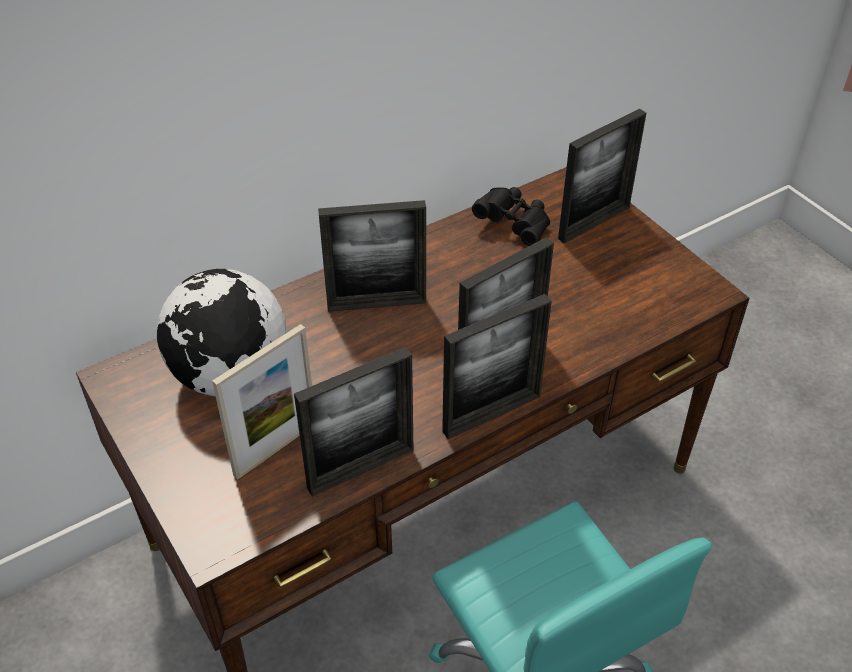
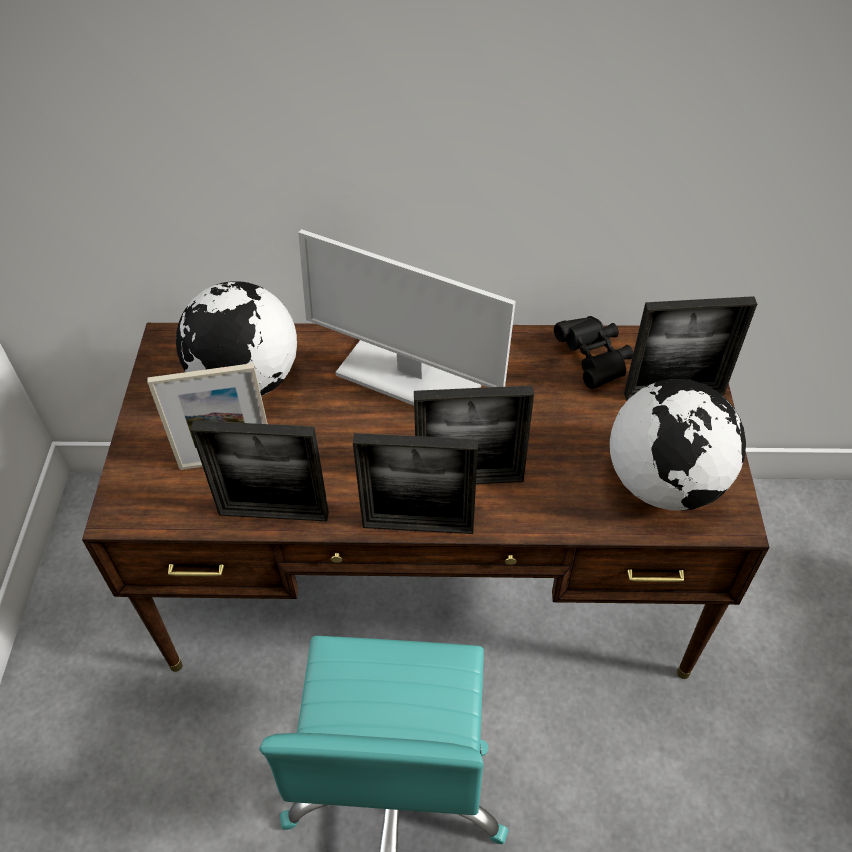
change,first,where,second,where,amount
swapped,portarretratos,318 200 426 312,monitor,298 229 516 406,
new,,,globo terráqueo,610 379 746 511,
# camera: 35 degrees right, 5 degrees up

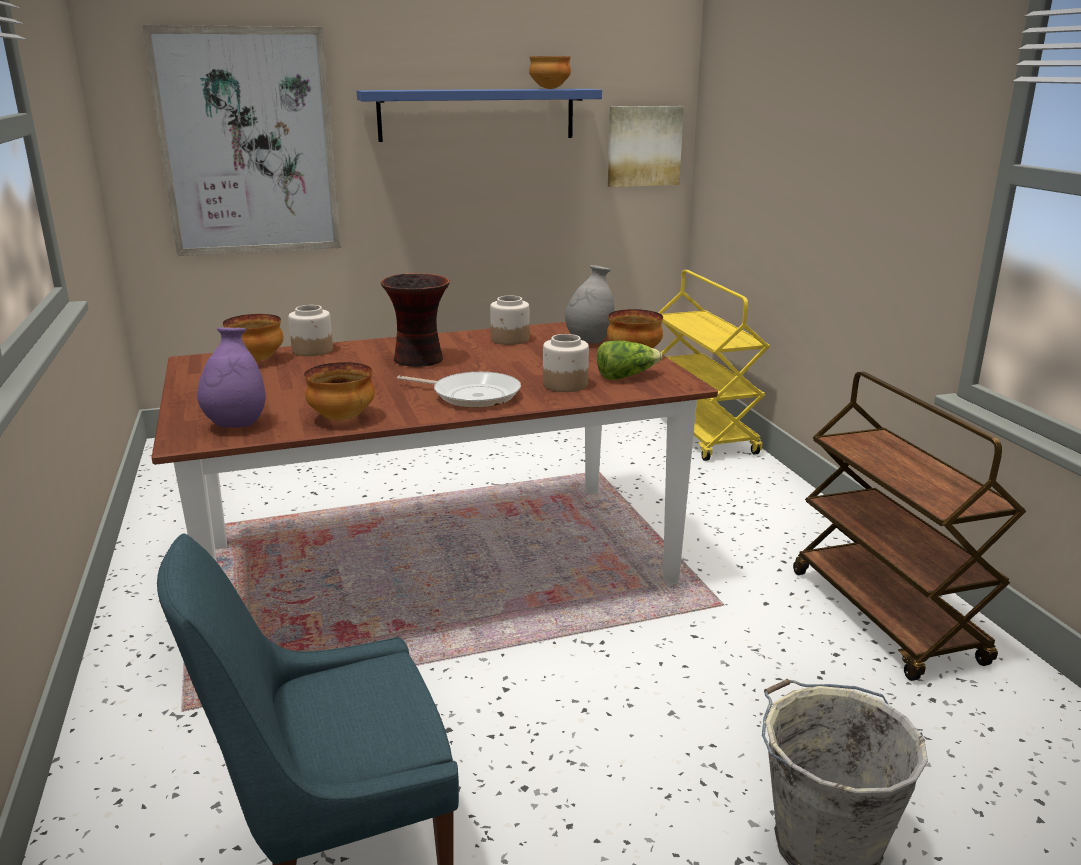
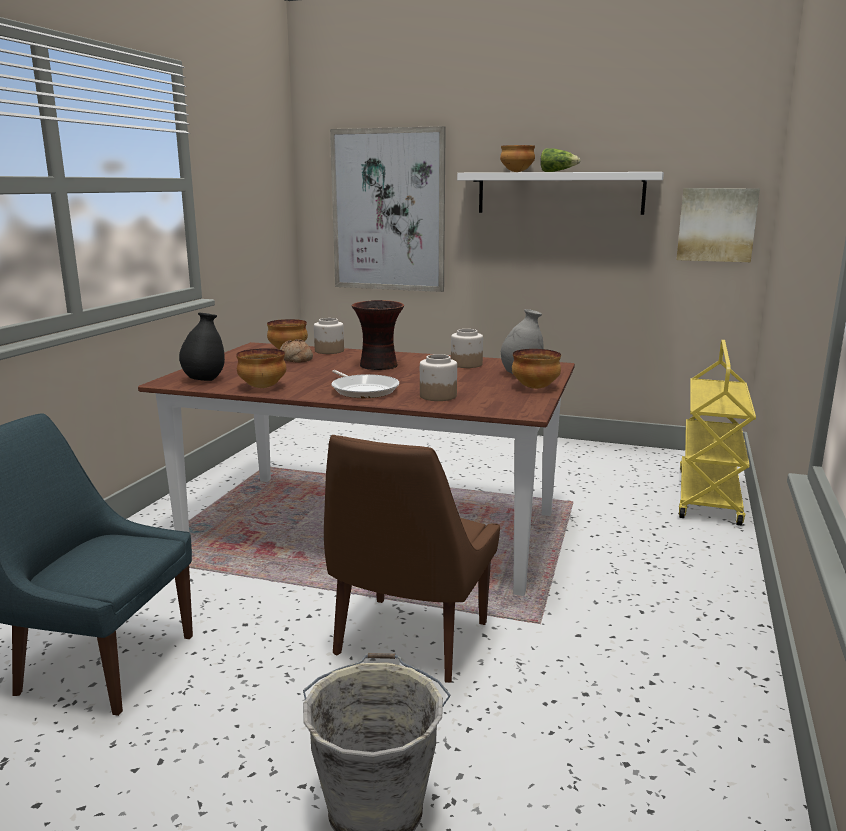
change,first,where,second,where,amount
repainted,florero [morado],197 327 266 428,florero [negro],179 313 225 381,
new,,,pan,280 339 313 363,
new,,,silla [marrón],324 435 500 683,
repainted,estante [azul],357 89 602 142,estante [blanco],457 172 664 215,
shifted,cuenco,529 56 571 89,,500 145 535 172,
shifted,lechuga,597 341 662 380,,540 148 581 172,
gone,carrito [marrón],793 372 1026 681,,,
# camera: 35 degrees right, 5 degrees down

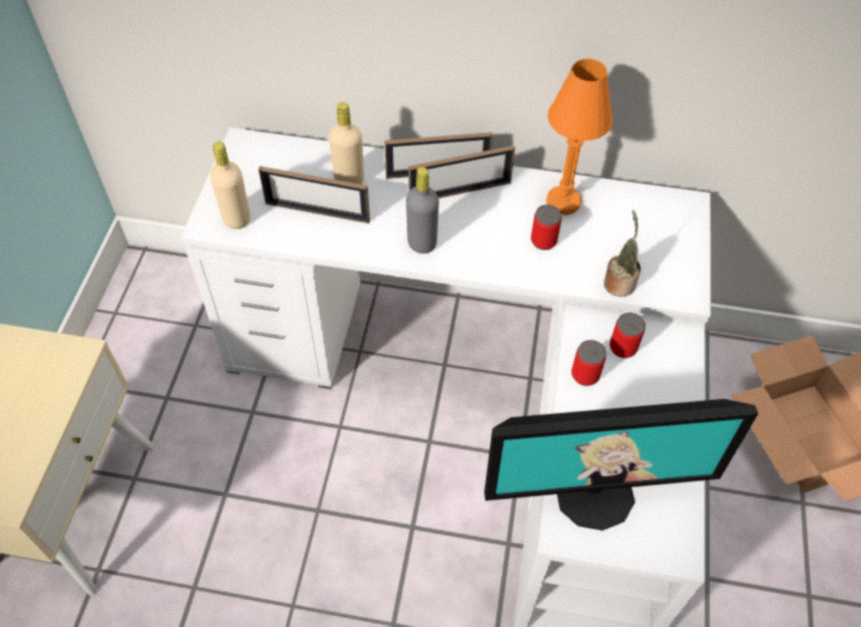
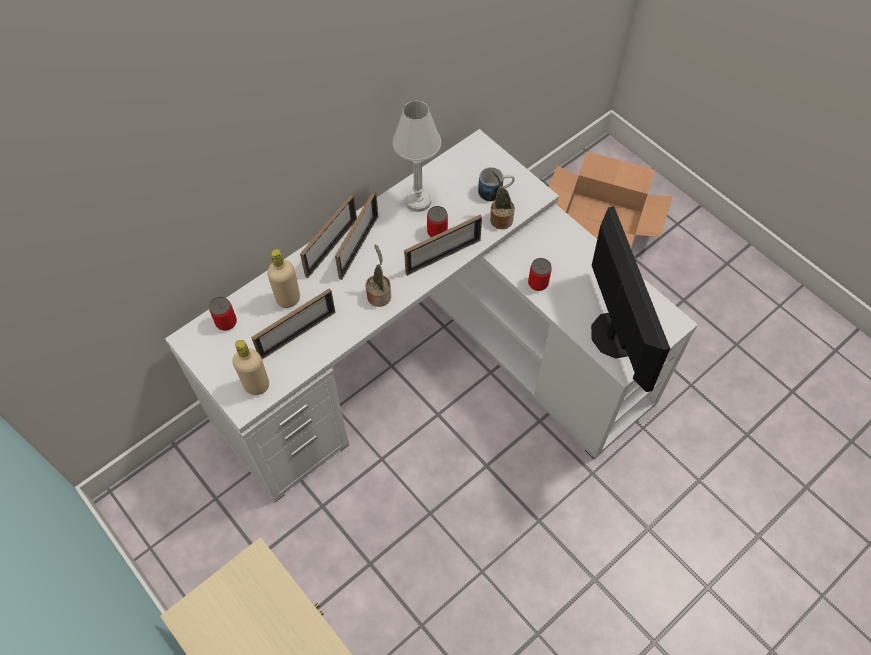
change,first,where,second,where,amount
shifted,lata,610 313 645 358,,209 297 237 331,
swapped,botella [gris],406 167 439 254,planta en maceta,365 244 391 307,
repainted,lámpara de mesa [naranja],546 59 613 215,lámpara de mesa [blanco],393 101 441 212,
new,,,portarretratos,404 215 482 276,
new,,,taza grande,478 167 515 201,
rotated,monitor,484 399 758 531,,591 206 670 392,45 degrees counterclockwise
# camera: 50 degrees left, 5 degrees up

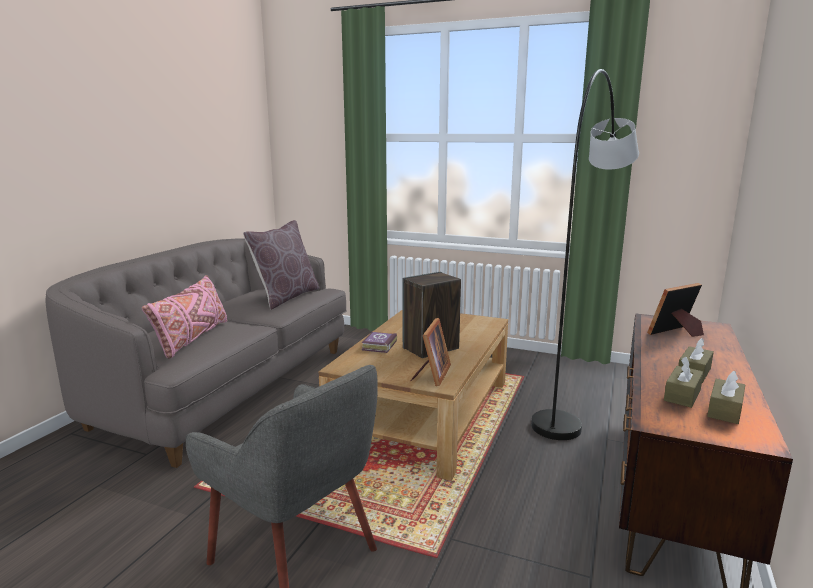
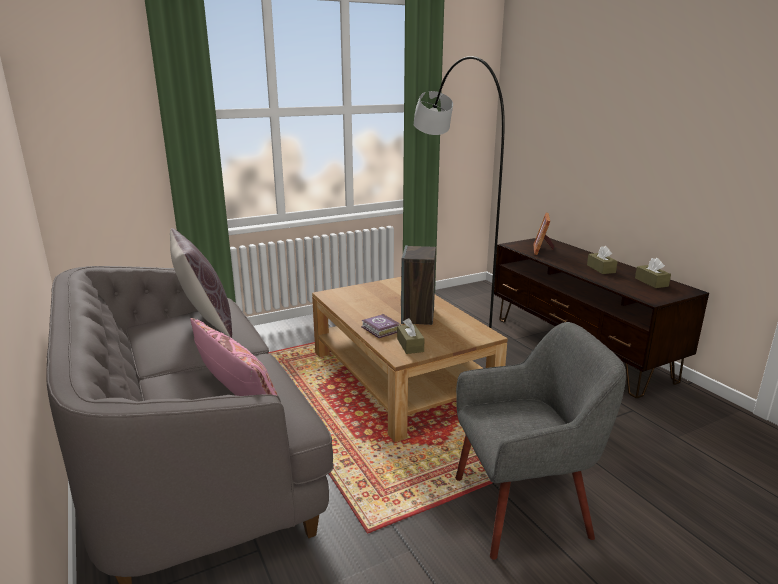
change,first,where,second,where,amount
shifted,caja de pañuelos [marrón],664 357 704 408,,397 318 424 354,
gone,portarretratos,410 318 451 386,,,
# camera: 50 degrees left, 5 degrees up

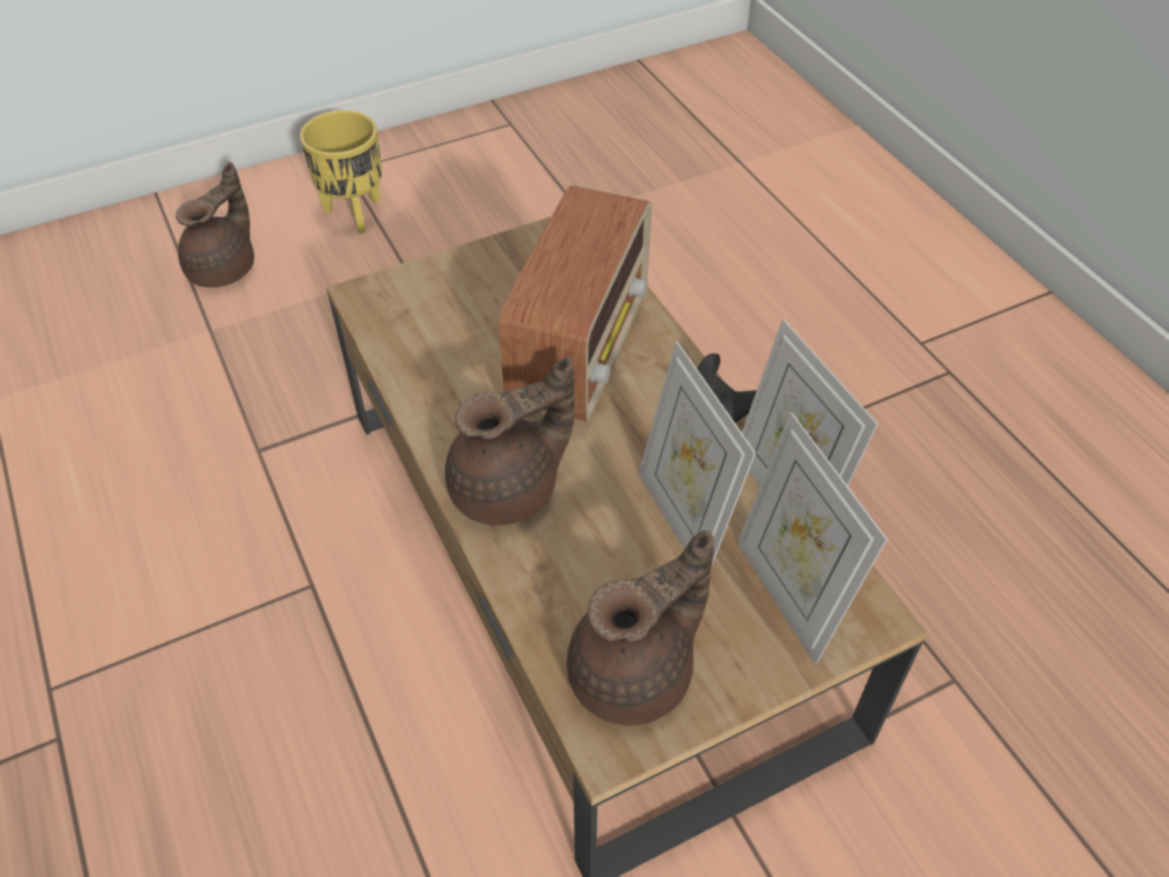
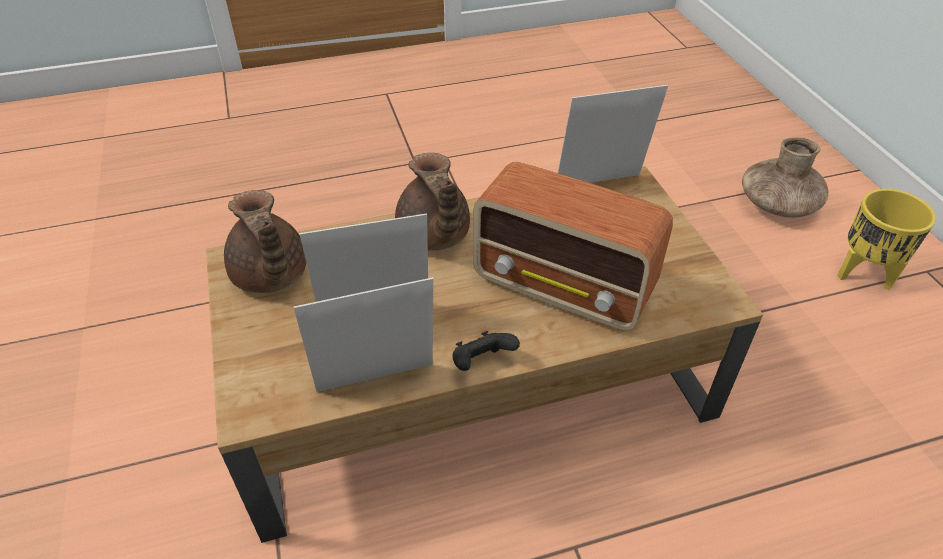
change,first,where,second,where,amount
shifted,portarretratos,737 412 887 664,,558 85 668 183,
swapped,tetera [marrón],176 162 254 288,florero [marrón],742 137 828 218,
# camera: 100 degrees right, 5 degrees down

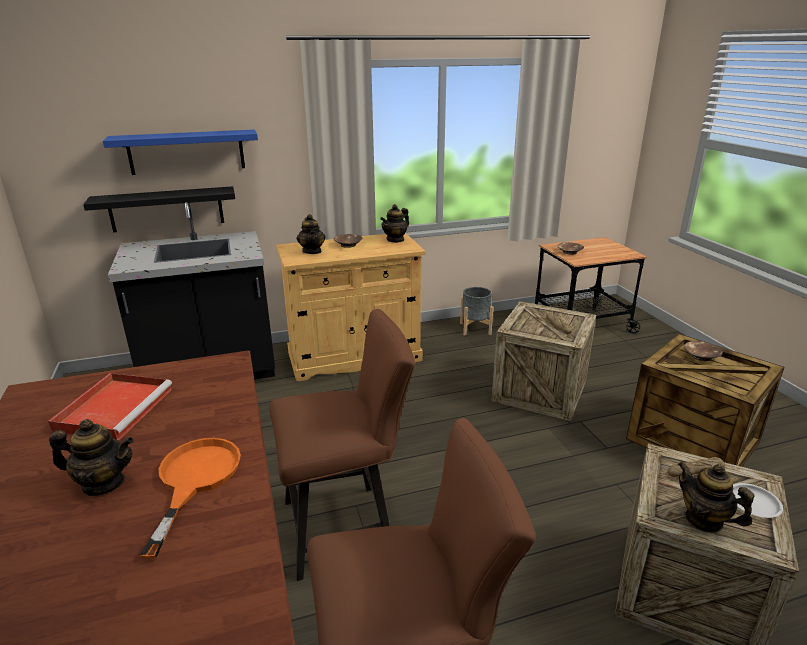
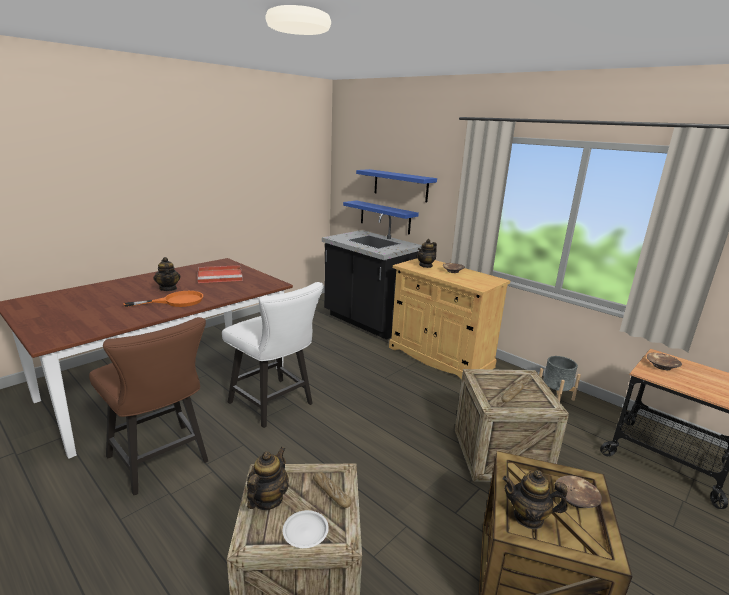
change,first,where,second,where,amount
repainted,silla [marrón],269 309 415 581,silla [blanco],222 282 324 428,
repainted,estante [negro],83 186 235 232,estante [azul],343 200 419 235,
shifted,tetera,380 204 409 243,,502 470 568 529,
# camera: 60 degrees right, 5 degrees down

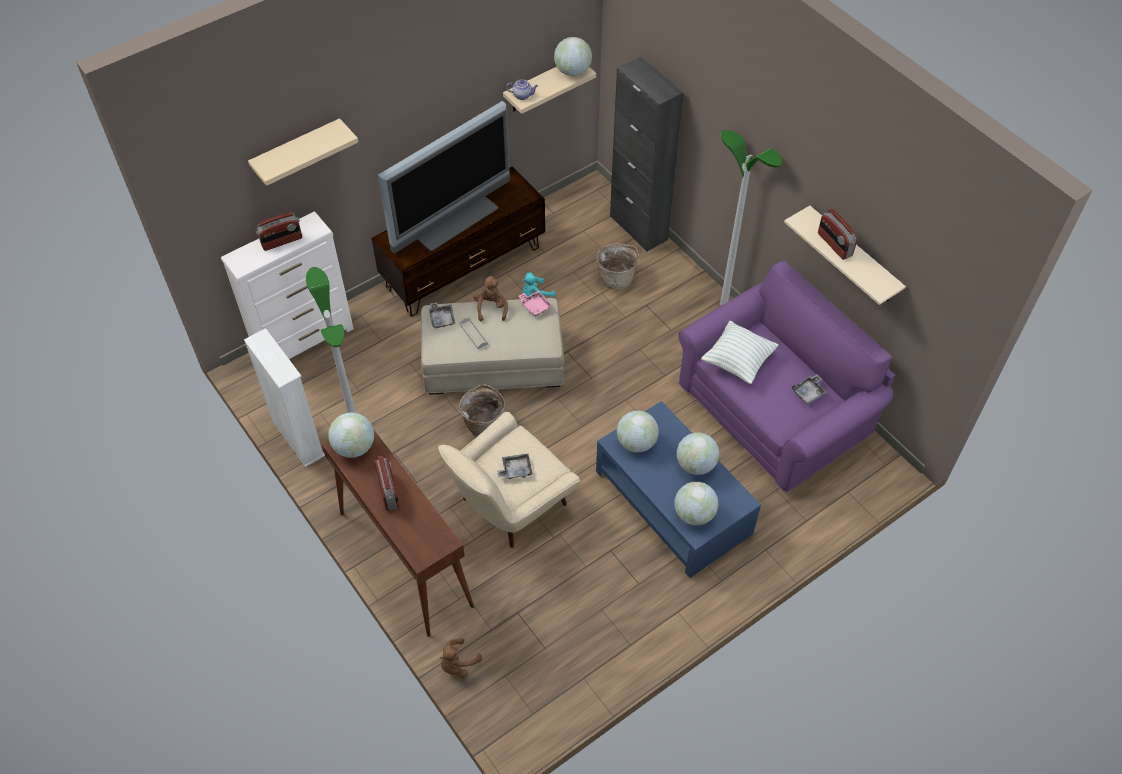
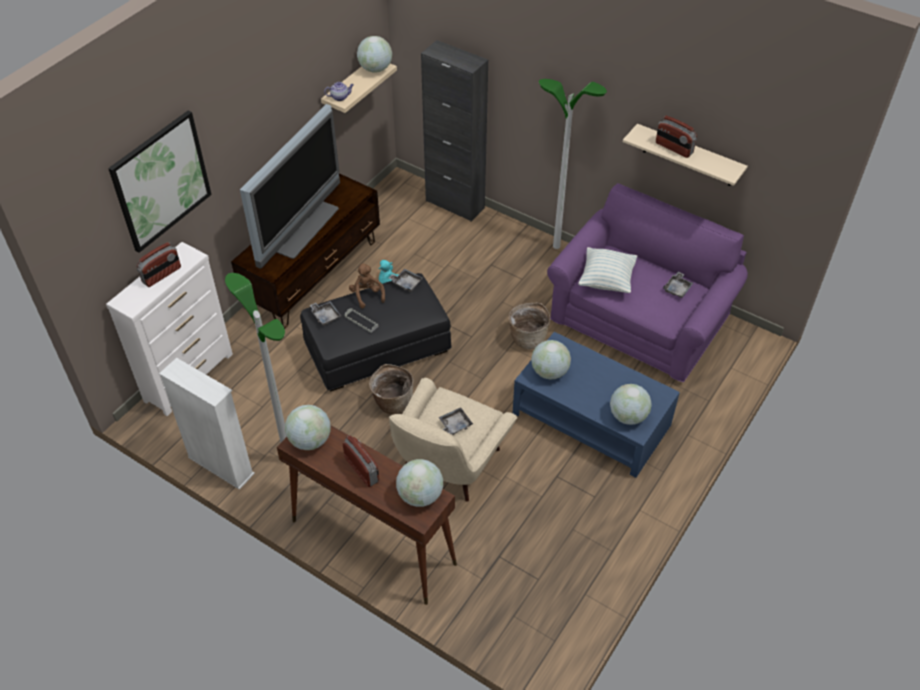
change,first,where,second,where,amount
swapped,estante [beis],248 118 358 186,cuadro,108 111 212 253,
repainted,puf [beis],421 298 564 395,puf [negro],300 273 451 391,
repainted,bandeja [rosa],518 290 553 317,bandeja [gris],389 269 423 292,
shifted,globo terráqueo,677 433 719 475,,396 459 443 507,
shifted,cesta,597 243 639 290,,509 302 550 350,
gone,peluche [marrón],440 638 482 678,,,
# camera: 20 degrees left, 5 degrees down

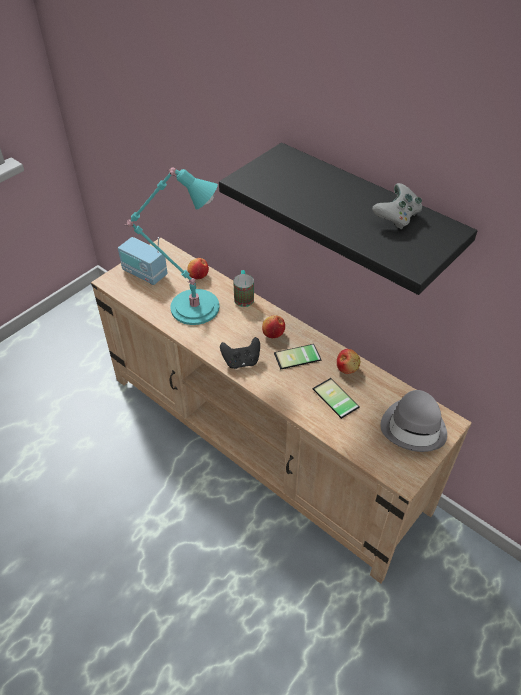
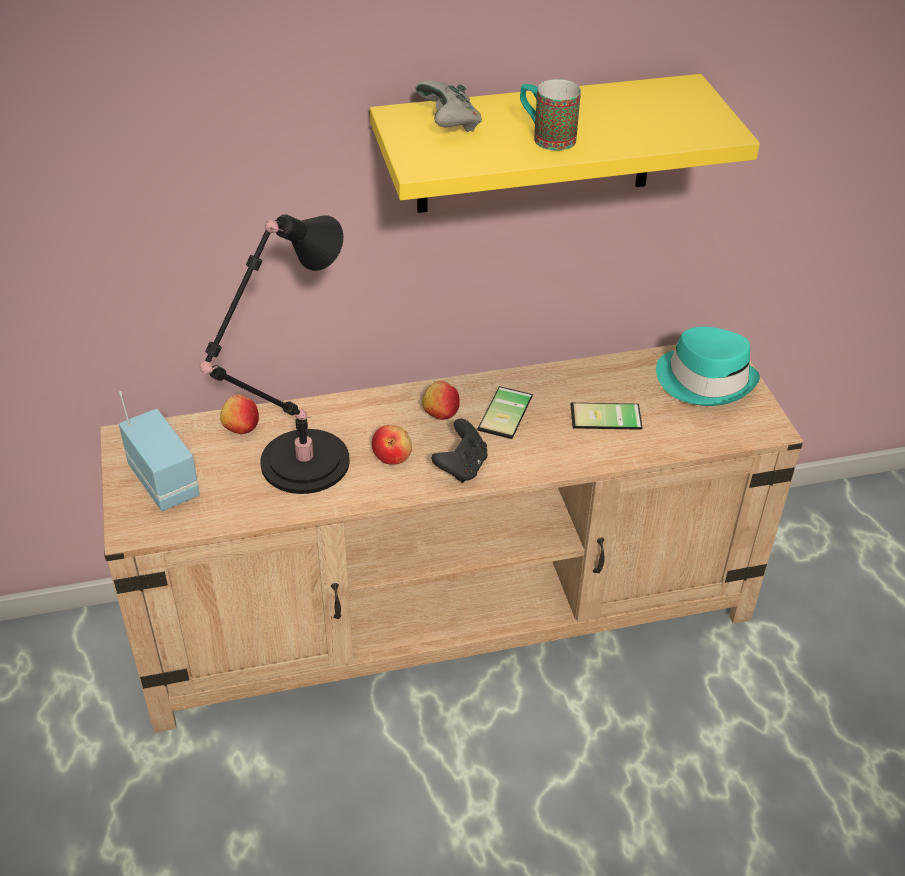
change,first,where,second,where,amount
rotated,radio,118 237 168 285,,119 391 200 511,105 degrees counterclockwise
repainted,lámpara de mesa [turquesa],124 167 219 325,lámpara de mesa [negro],199 214 350 494,
repainted,estante [negro],219 143 478 295,estante [amarillo],370 74 760 213,
shifted,manzana,337 349 360 374,,372 425 412 465,
shifted,mando de consola [gris],372 183 422 229,,415 80 482 132,
shifted,taza grande,233 270 254 307,,520 79 581 151,
repainted,sombrero [gris],380 390 447 452,sombrero [turquesa],656 327 760 406,
# camera: 55 degrees left, 5 degrees down

